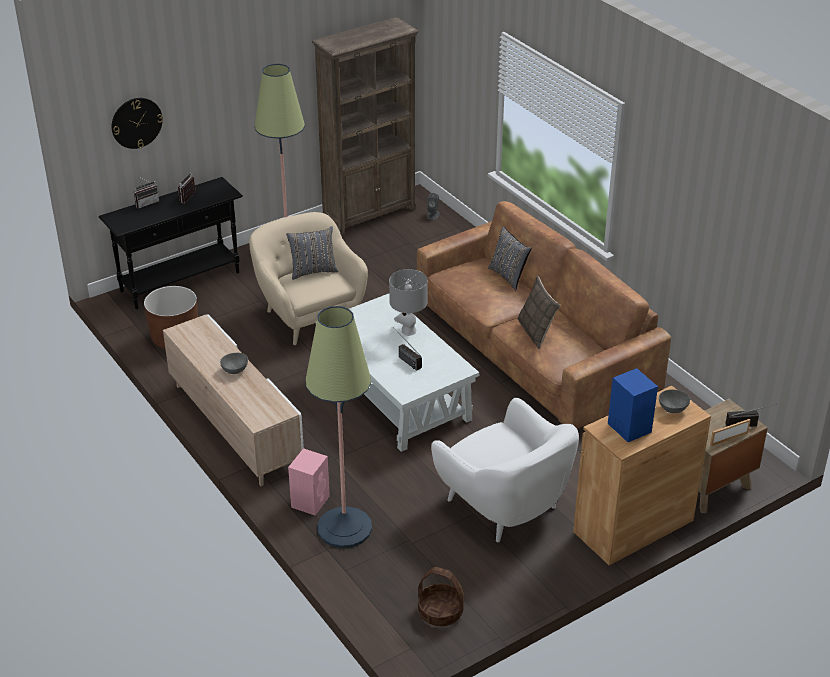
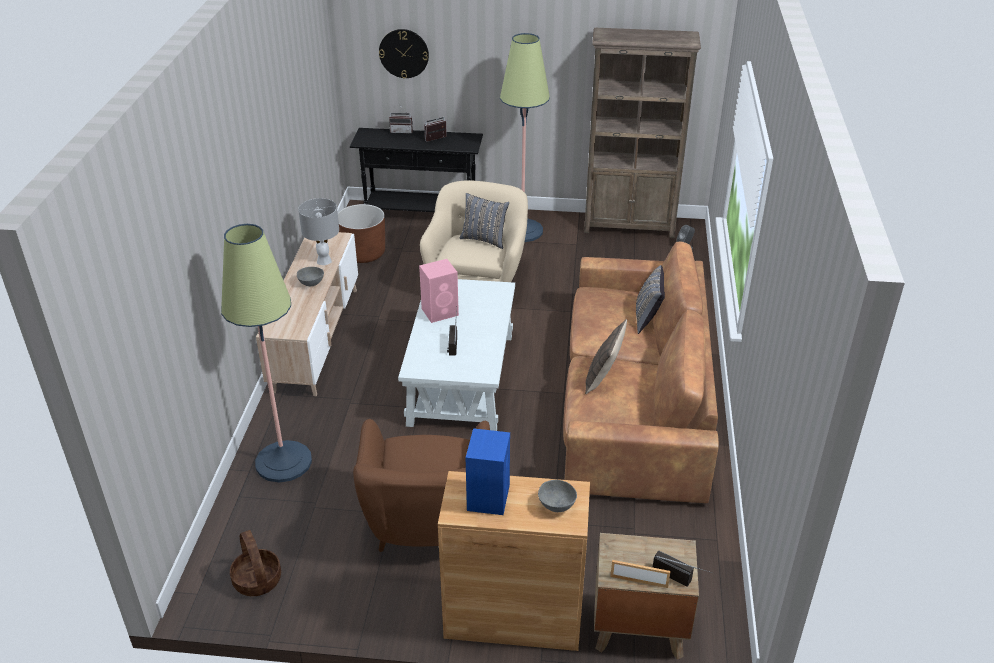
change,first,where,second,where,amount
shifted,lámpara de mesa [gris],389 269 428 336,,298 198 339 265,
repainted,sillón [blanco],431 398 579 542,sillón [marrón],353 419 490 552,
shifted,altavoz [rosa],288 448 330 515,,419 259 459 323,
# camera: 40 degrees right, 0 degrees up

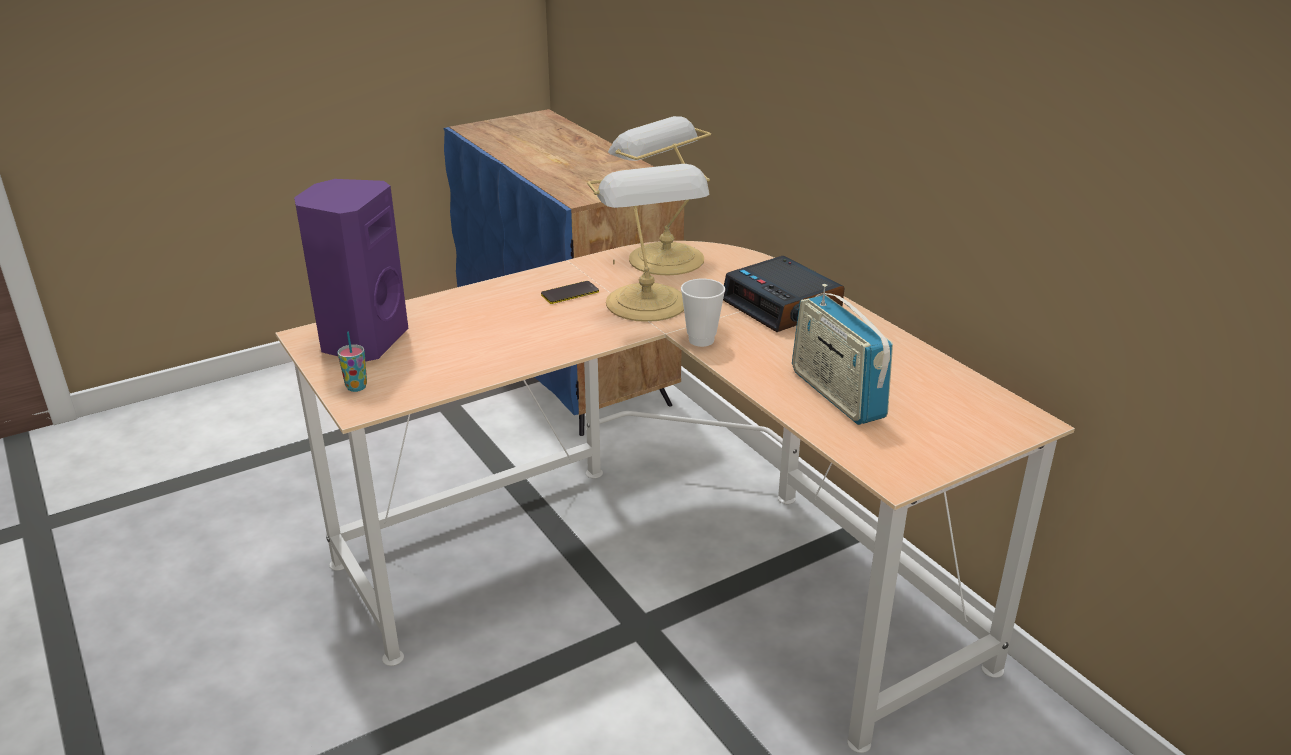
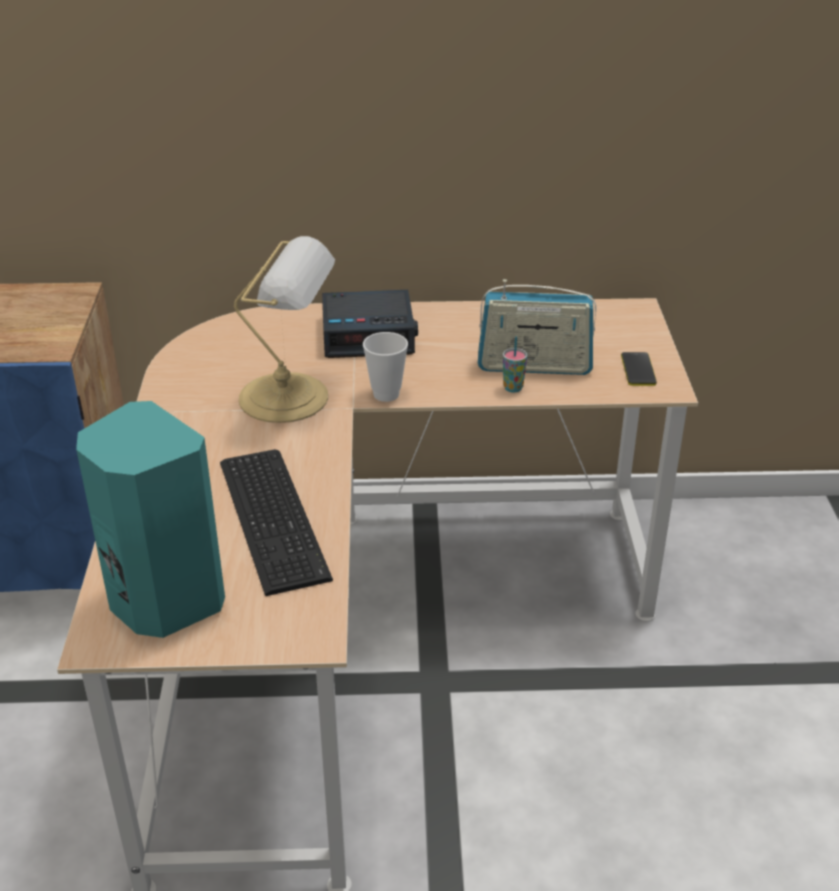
change,first,where,second,where,amount
repainted,altavoz [morado],294 179 408 362,altavoz [turquesa],76 401 225 638,
new,,,teclado,220 449 333 596,
shifted,taza,337 331 367 392,,503 337 527 393,
shifted,móvil,541 281 599 304,,621 352 657 386,
gone,lámpara de mesa,608 116 711 275,,,
# camera: 60 degrees left, 5 degrees up

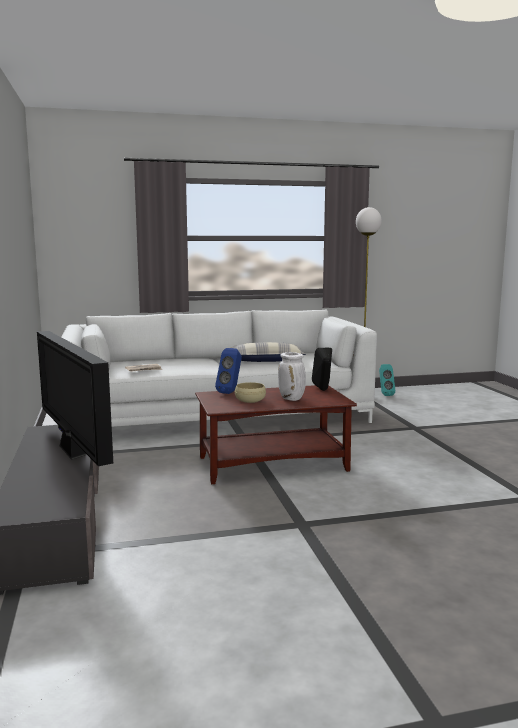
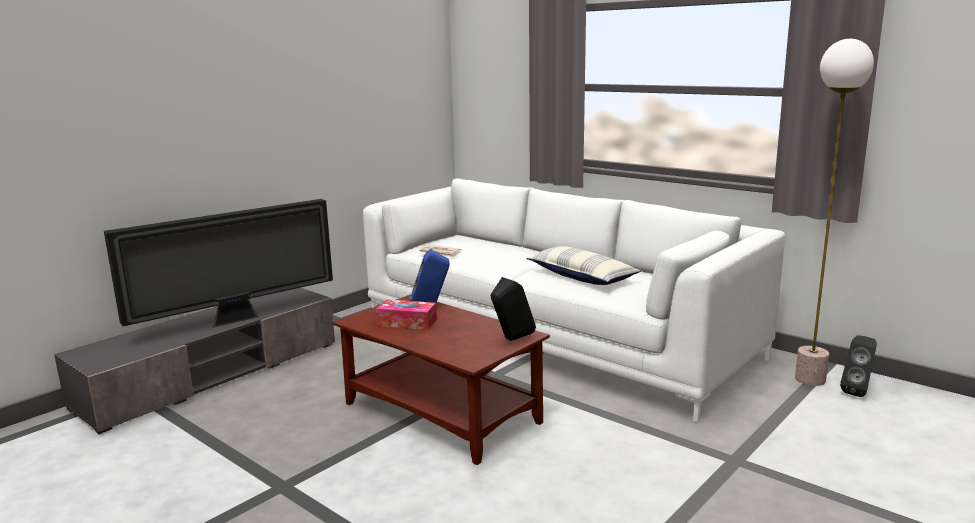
change,first,where,second,where,amount
rotated,televisor,37 331 113 466,,104 199 333 328,150 degrees counterclockwise
swapped,cuenco [beis],235 382 266 403,caja de pañuelos,376 299 437 330,
repainted,altavoz [turquesa],379 364 396 396,altavoz [negro],840 335 877 397,
gone,florero [blanco],278 352 306 401,,,
# camera: 55 degrees right, 5 degrees up

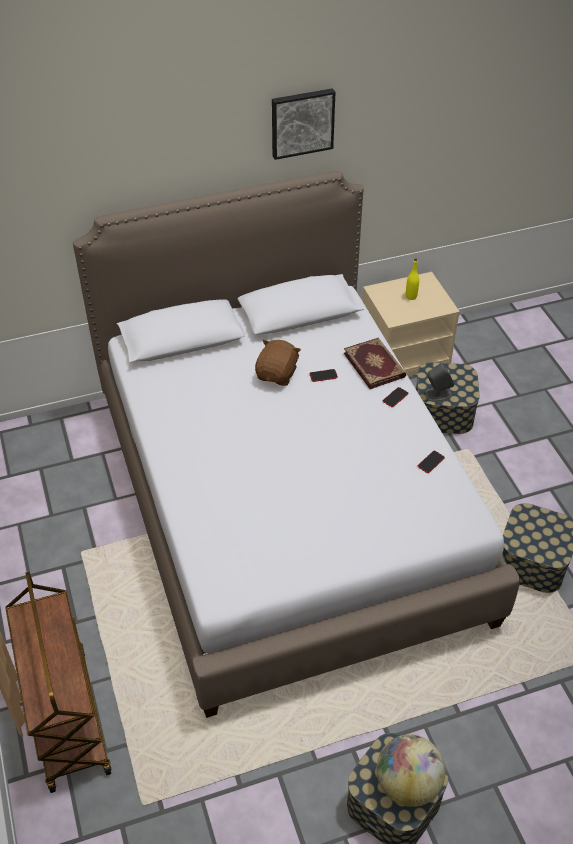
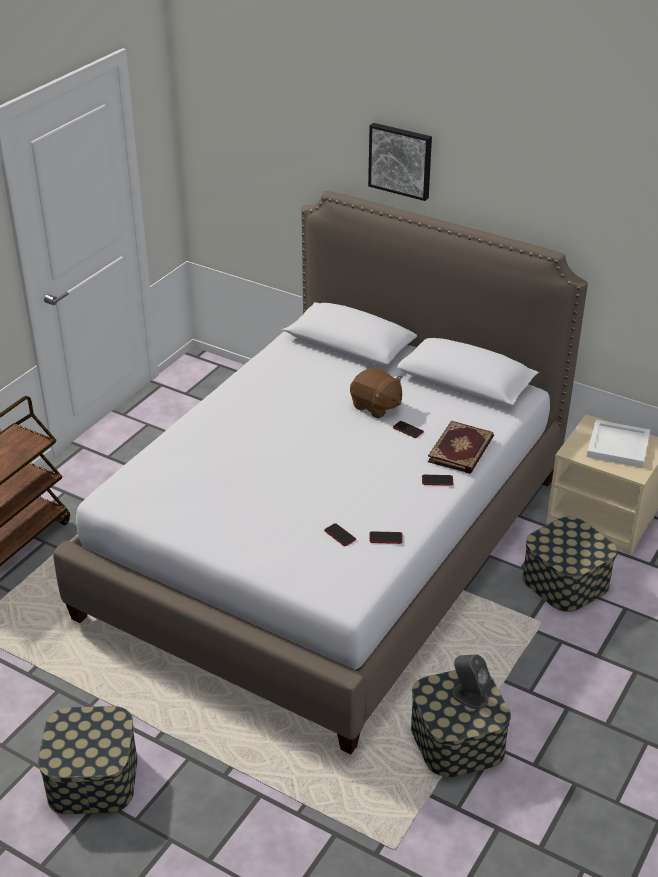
change,first,where,second,where,amount
new,,,móvil,324 523 356 546,
rotated,peluche [marrón],255 339 301 386,,350 368 402 419,60 degrees clockwise
shifted,cuadro,272 88 335 160,,368 123 432 201,
shifted,altavoz [gris],425 363 454 402,,452 654 491 709,
swapped,botella [amarillo],406 259 419 300,bandeja [blanco],587 420 650 468,
gone,globo terráqueo,377 734 445 807,,,
# camera: 50 degrees right, 10 degrees down

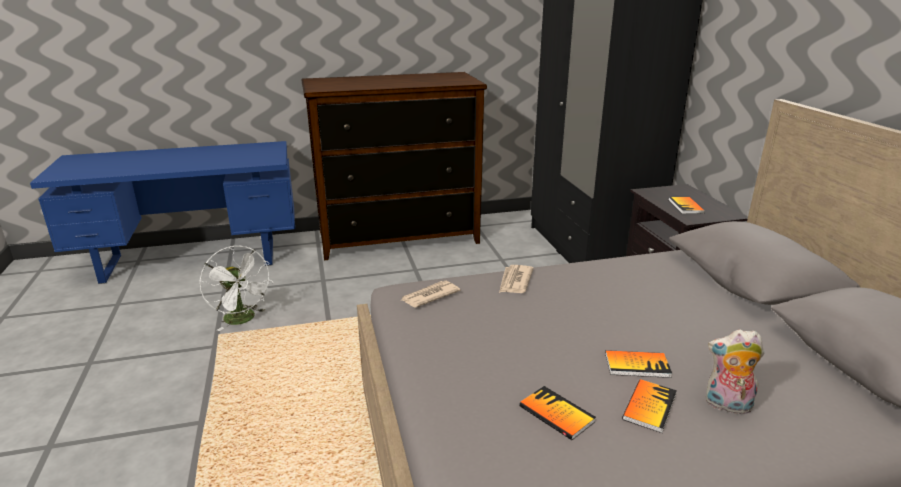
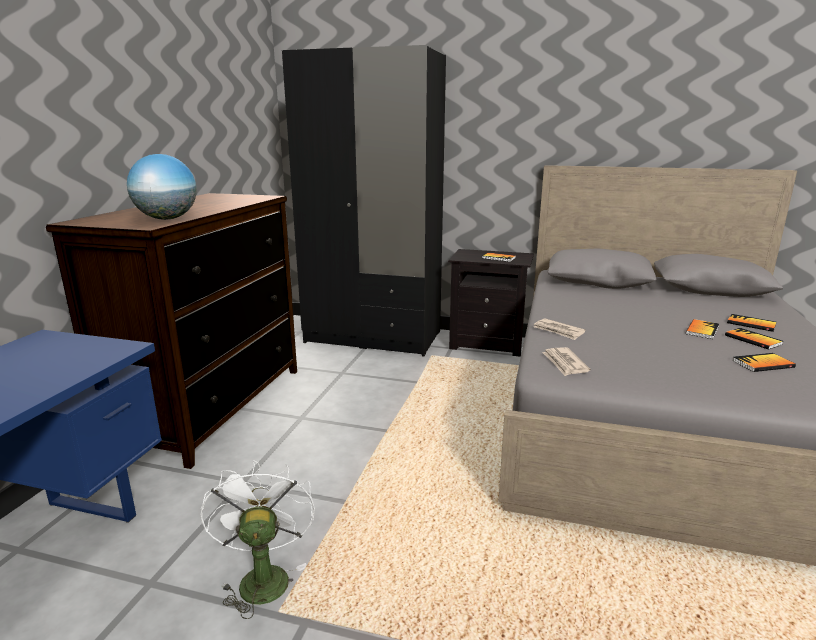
change,first,where,second,where,amount
new,,,globo terráqueo,127 154 197 220,
rotated,ventilador [blanco],200 246 273 331,,200 460 315 619,90 degrees counterclockwise
swapped,peluche,706 329 764 414,libro,727 314 777 332,
# camera: 60 degrees left, 5 degrees down

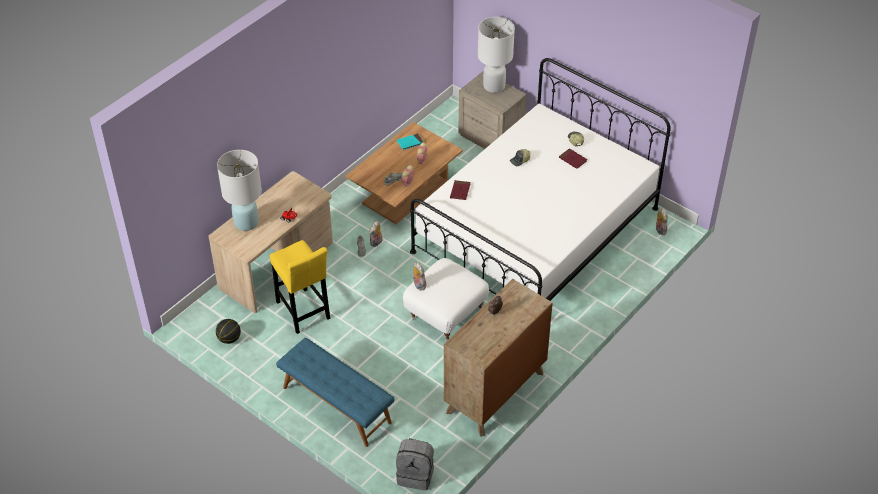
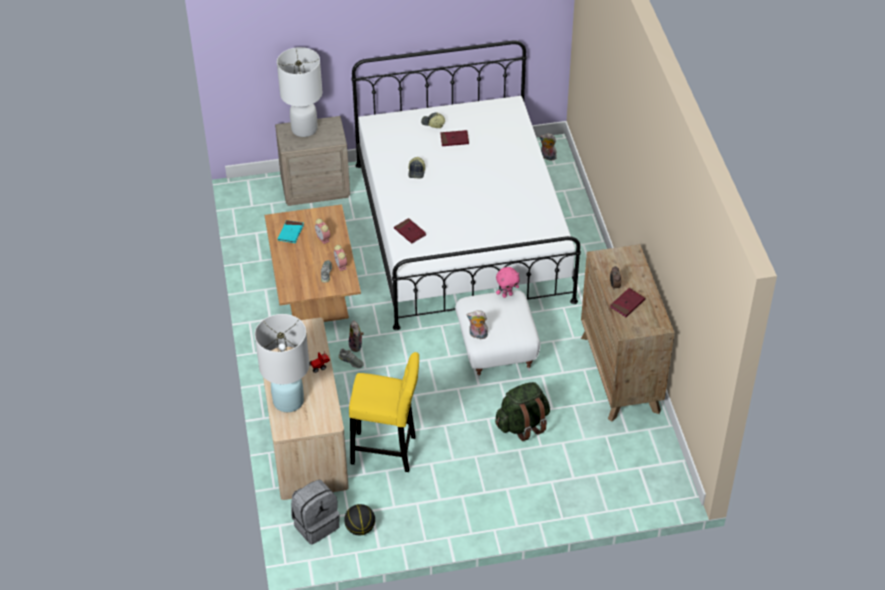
change,first,where,second,where,amount
shifted,mochila [gris],396 438 434 490,,291 480 340 544,
new,,,mochila [verde],495 382 550 441,
new,,,peluche [rosa],496 267 520 298,
new,,,libro [rojo],610 288 645 317,
gone,banco [azul],276 338 394 447,,,
# camera: 50 degrees left, 0 degrees up

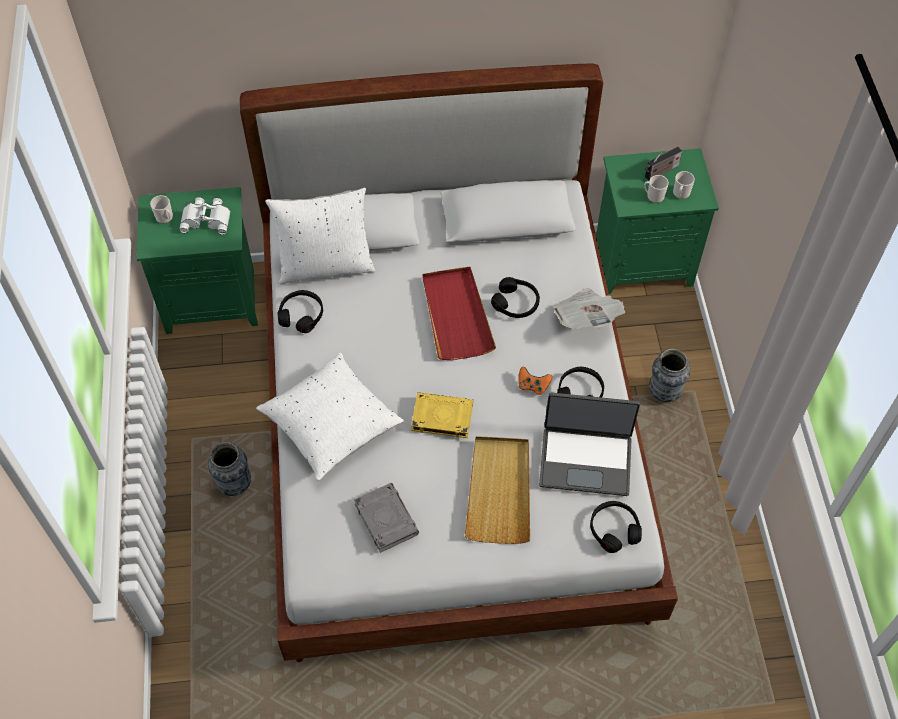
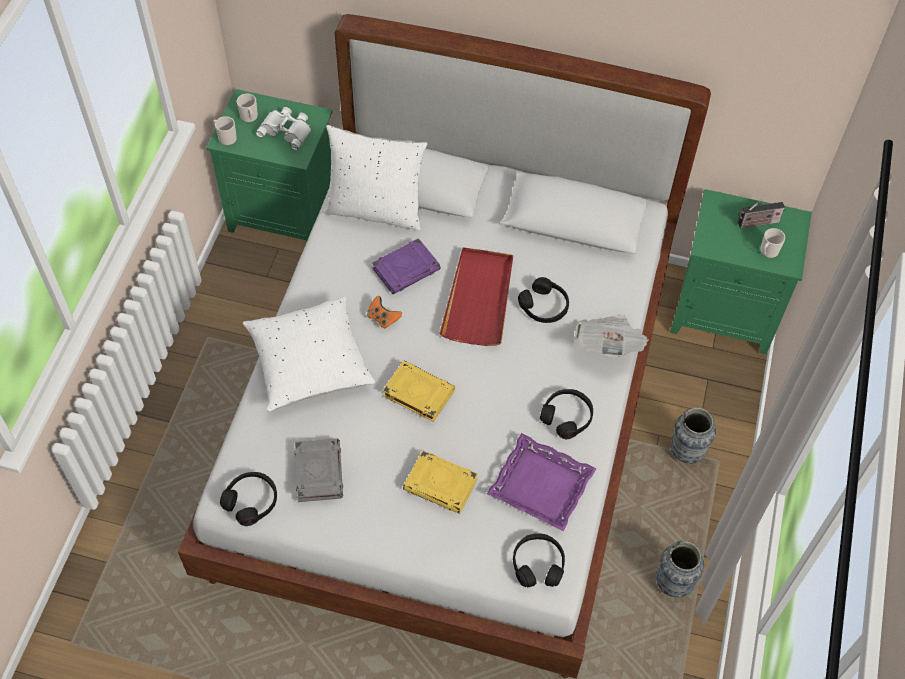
change,first,where,second,where,amount
shifted,taza grande,644 175 669 203,,213 116 237 146,
shifted,auriculares [negro],278 290 323 333,,220 472 277 526,
shifted,mando de consola [naranja],518 367 552 395,,367 296 402 328,
new,,,libro [morado],372 238 441 294,
swapped,bandeja [beis],465 436 530 544,libro [amarillo],403 450 478 514,
swapped,portátil,539 392 640 496,bandeja [morado],487 433 596 531,
shifted,florero,208 442 251 496,,656 541 704 597,
# camera: 20 degrees right, 0 degrees up

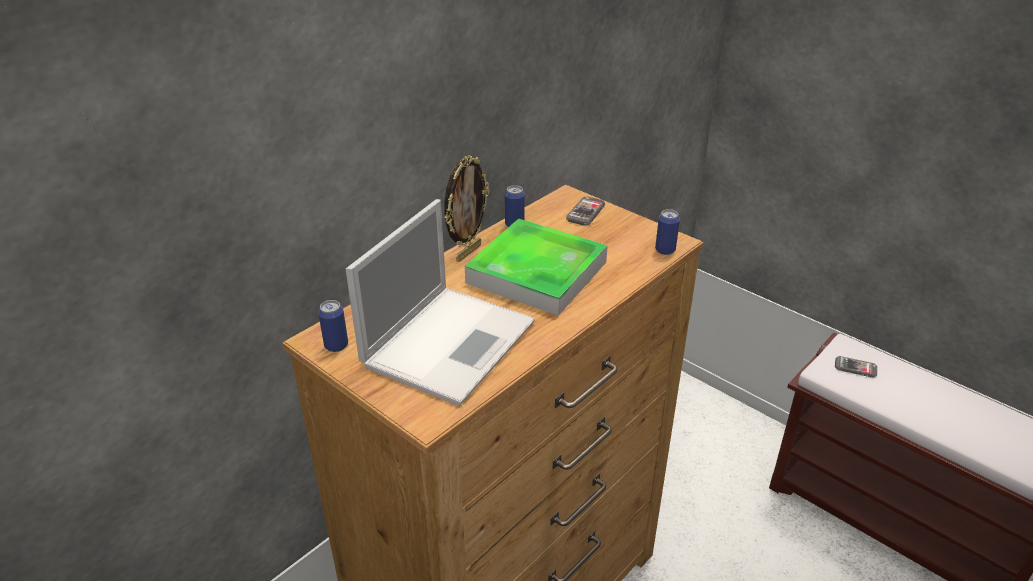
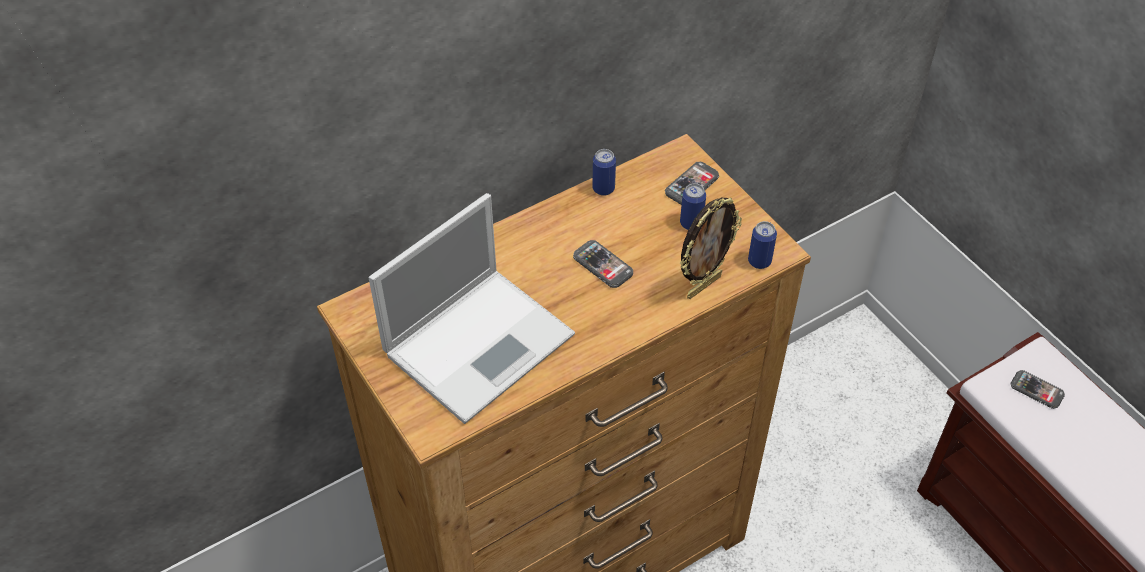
change,first,where,second,where,amount
swapped,bandeja,465 219 608 316,móvil,573 240 633 288,
shifted,lata,318 300 348 352,,680 183 706 230,
shifted,portarretratos,444 155 490 262,,680 197 742 299,
# camera: 15 degrees right, 15 degrees up

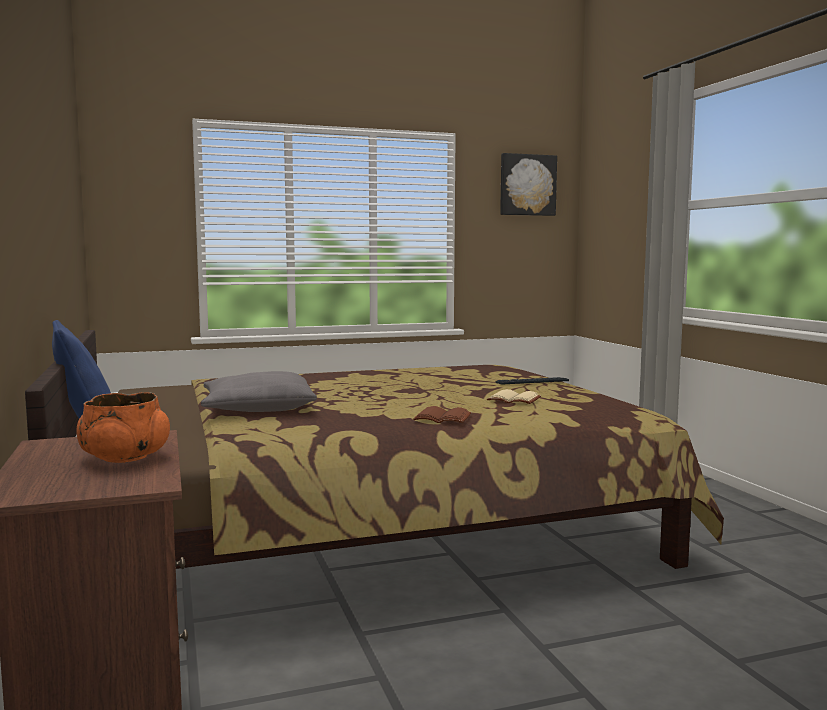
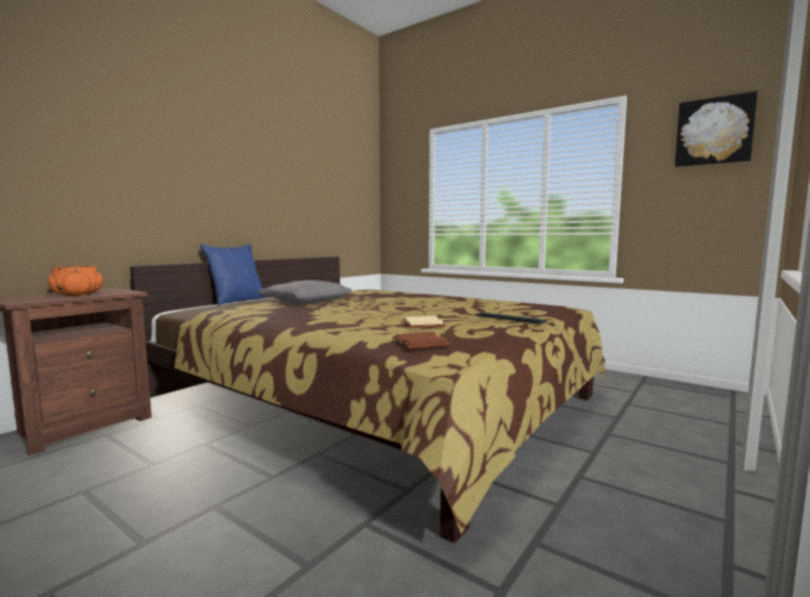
change,first,where,second,where,amount
shifted,libro [marrón],413 406 471 423,,393 332 450 349,
# camera: 55 degrees right, 0 degrees up

